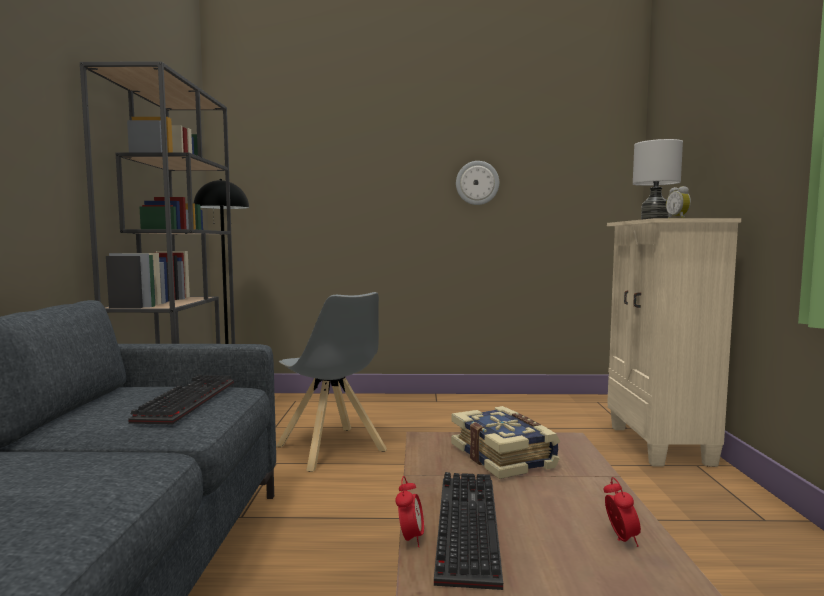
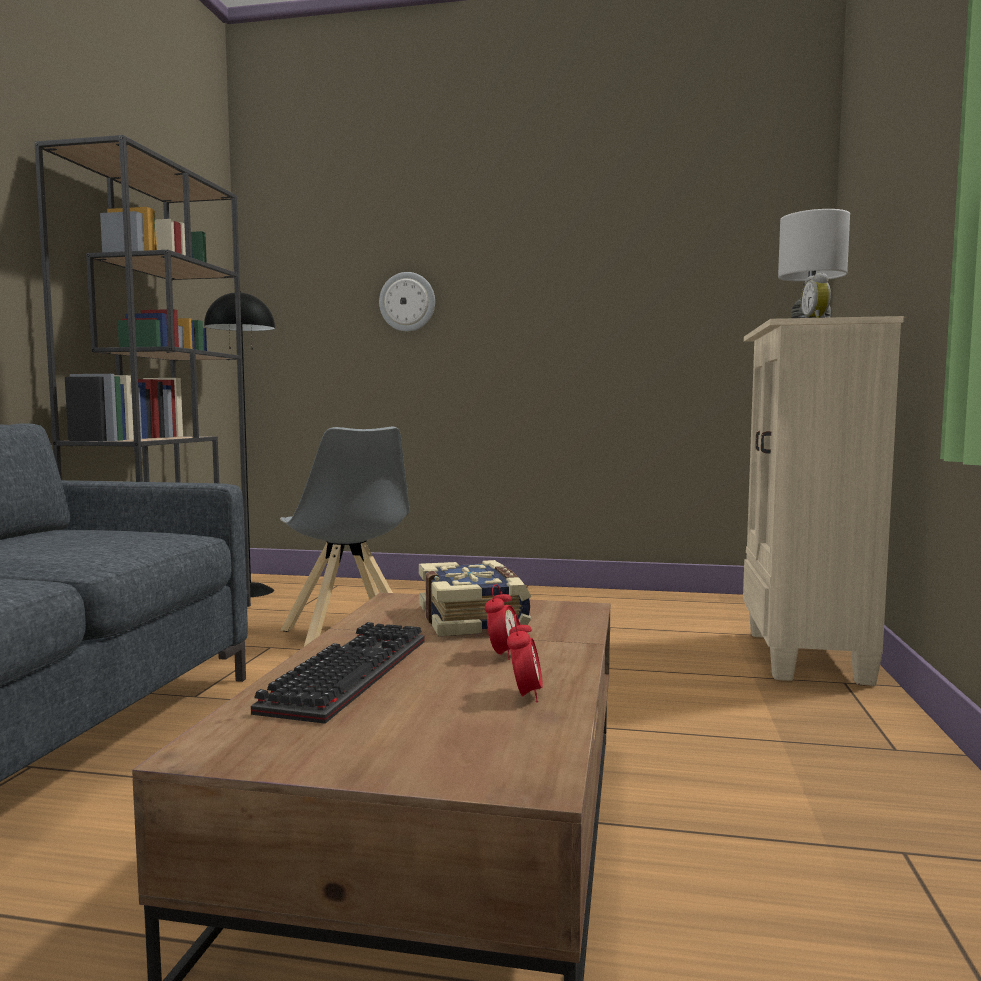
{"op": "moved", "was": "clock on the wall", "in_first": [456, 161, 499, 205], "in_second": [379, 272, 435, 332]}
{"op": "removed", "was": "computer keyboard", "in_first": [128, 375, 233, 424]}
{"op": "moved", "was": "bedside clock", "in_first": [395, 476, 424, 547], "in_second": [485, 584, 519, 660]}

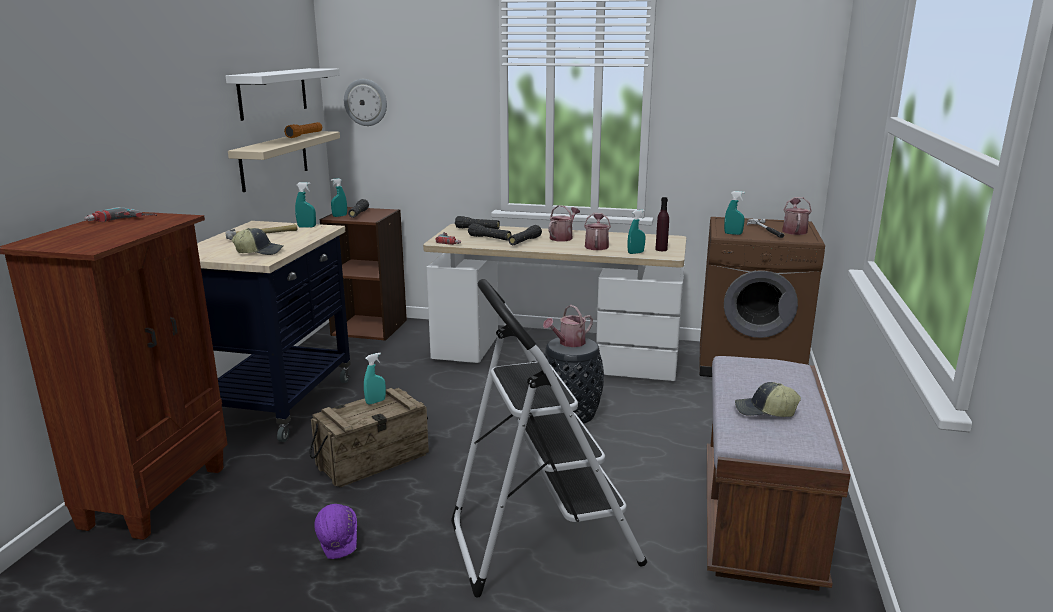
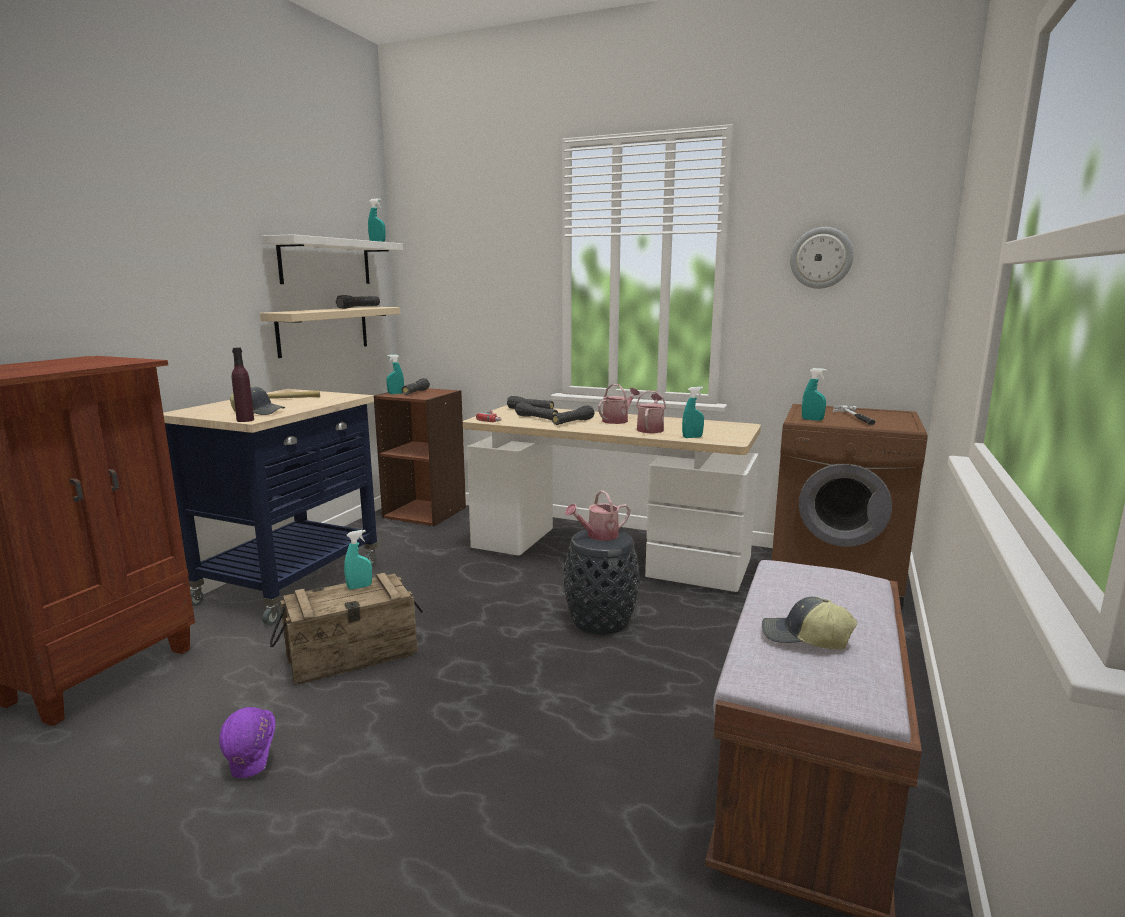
{"op": "moved", "was": "clock on the wall", "in_first": [344, 79, 387, 126], "in_second": [790, 227, 854, 289]}
{"op": "recoloured", "was": "torch (orange-coloured)", "now": "torch (black)", "in_first": [284, 122, 322, 138], "in_second": [336, 295, 380, 309]}
{"op": "moved", "was": "spray bottle (turquoise-coloured)", "in_first": [295, 182, 316, 228], "in_second": [368, 198, 385, 242]}
{"op": "moved", "was": "bottle (purple-coloured)", "in_first": [655, 197, 669, 251], "in_second": [232, 348, 254, 422]}
{"op": "removed", "was": "watering pot", "in_first": [782, 197, 812, 235]}
{"op": "removed", "was": "drill", "in_first": [84, 207, 157, 222]}
{"op": "removed", "was": "step ladder", "in_first": [451, 279, 647, 598]}

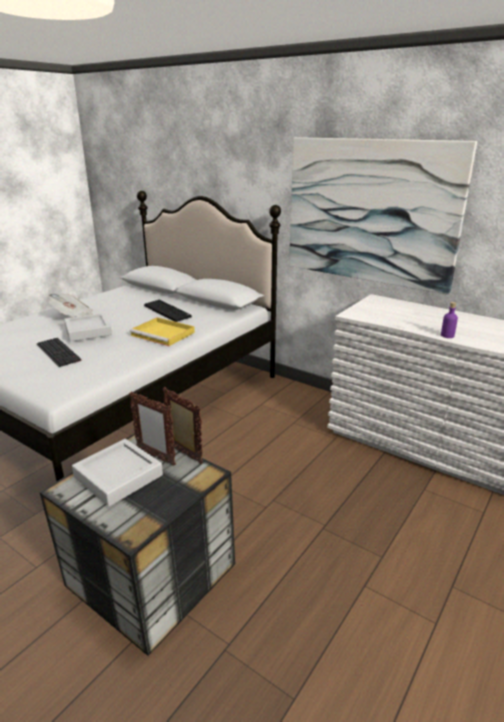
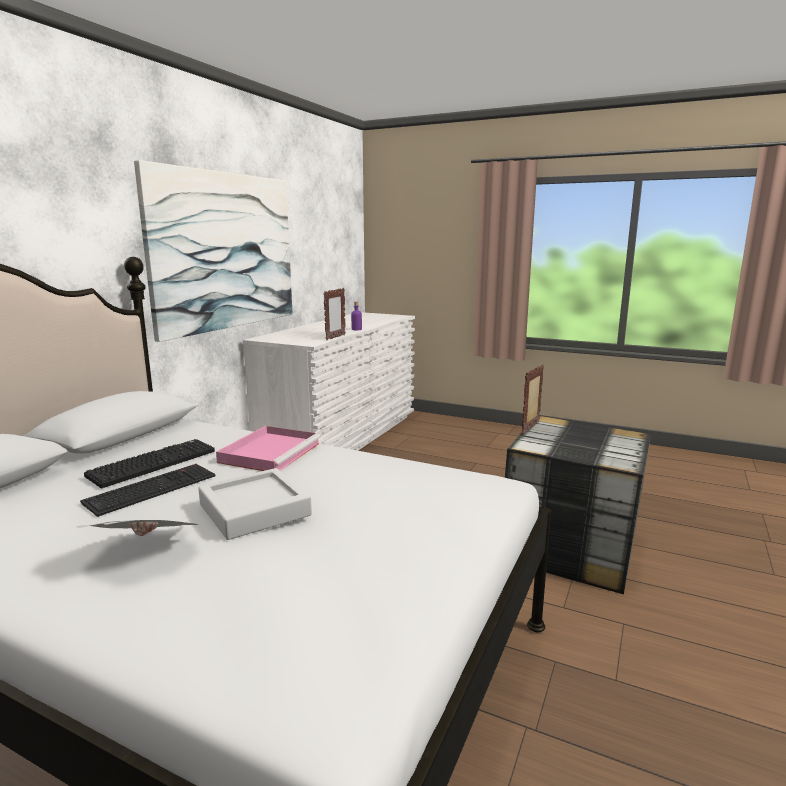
{"op": "recoloured", "was": "serving tray (yellow)", "now": "serving tray (pink-coloured)", "in_first": [130, 317, 195, 346], "in_second": [216, 426, 321, 471]}
{"op": "moved", "was": "computer keyboard", "in_first": [37, 338, 81, 367], "in_second": [80, 464, 216, 517]}
{"op": "moved", "was": "standing frame", "in_first": [129, 391, 176, 466], "in_second": [324, 288, 346, 340]}
{"op": "removed", "was": "serving tray (greyish)", "in_first": [72, 439, 163, 506]}

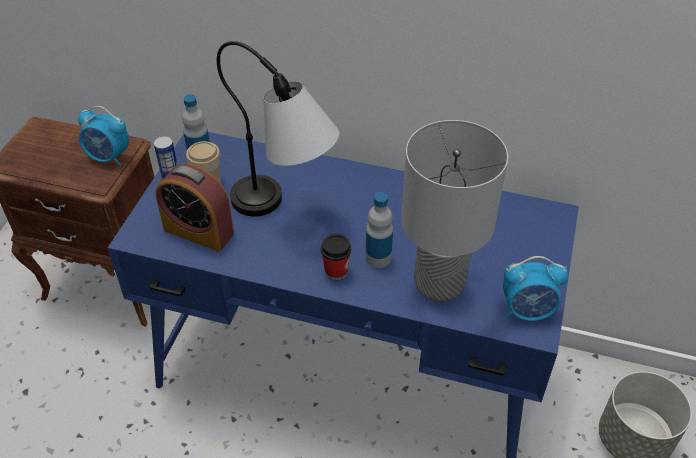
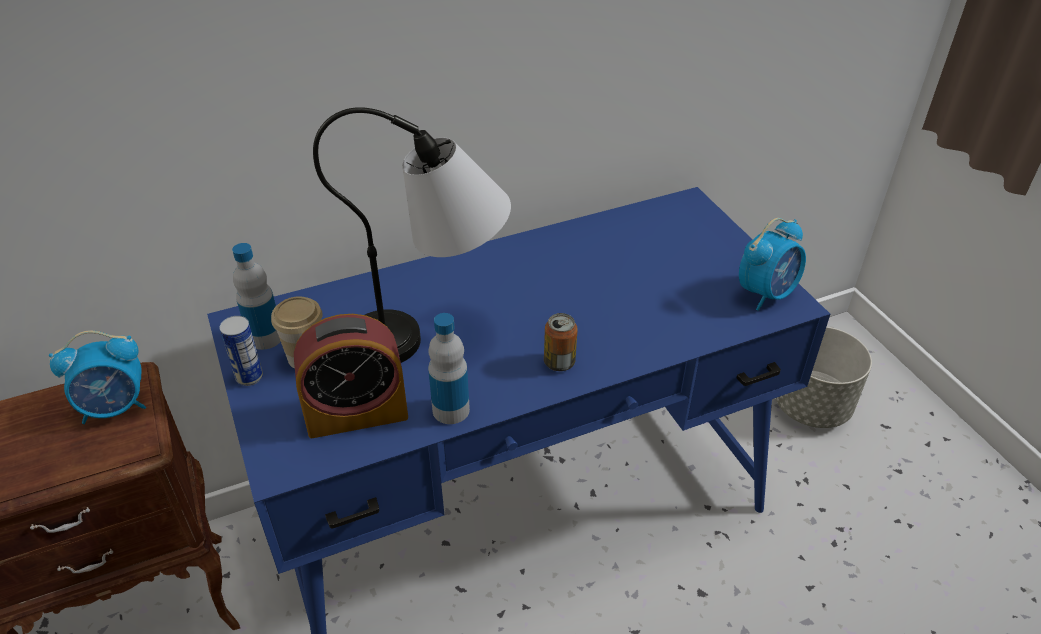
{"op": "removed", "was": "tabletop lamp (greyish)", "in_first": [401, 120, 508, 302]}
{"op": "moved", "was": "bottle", "in_first": [365, 192, 393, 268], "in_second": [428, 313, 470, 424]}
{"op": "replaced", "was": "cup", "now": "can", "in_first": [321, 234, 351, 280], "in_second": [544, 313, 578, 371]}

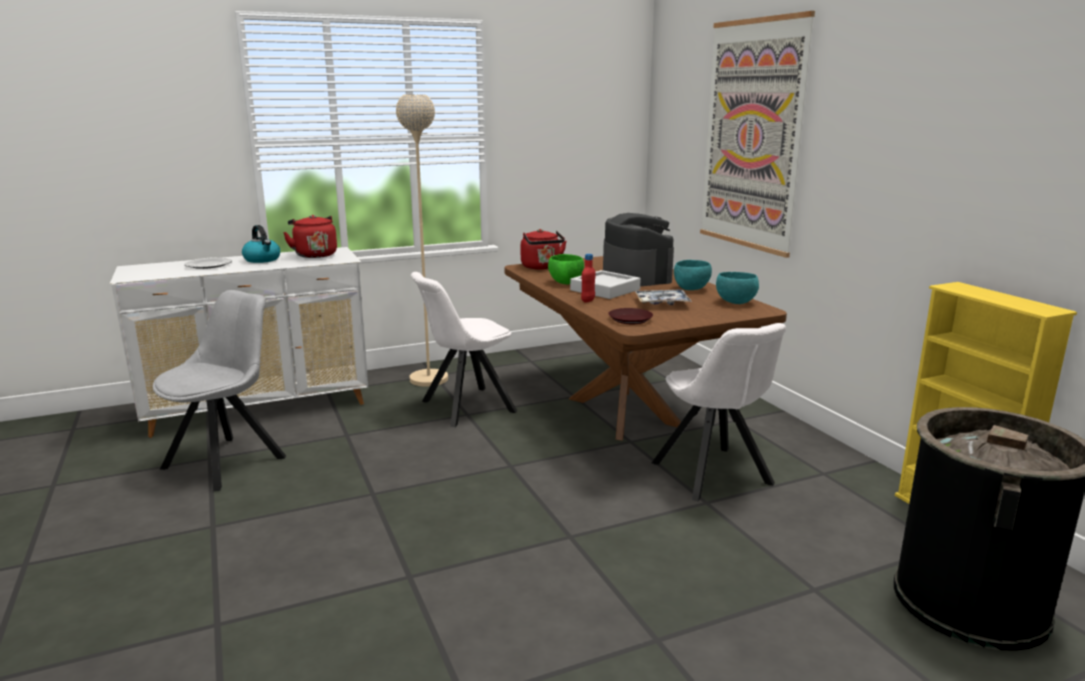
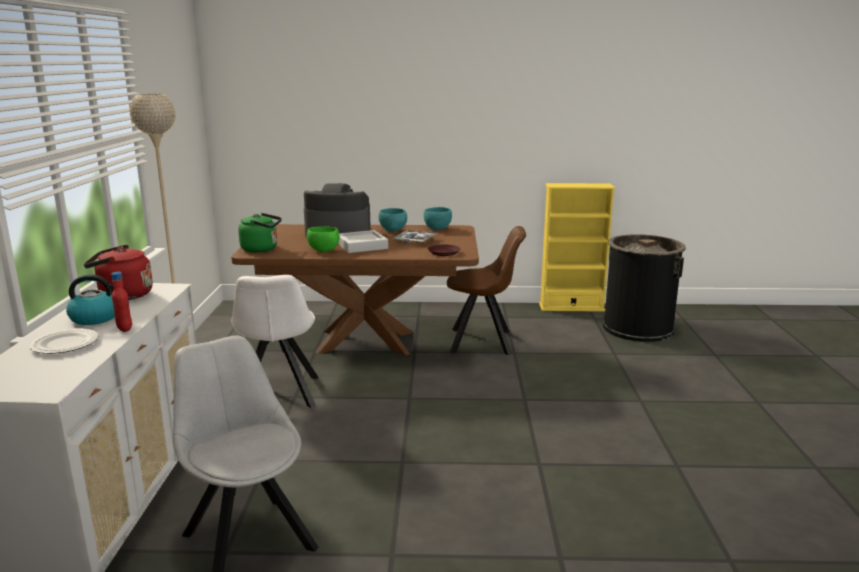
{"op": "removed", "was": "picture", "in_first": [700, 11, 815, 258]}
{"op": "recoloured", "was": "tea kettle (red)", "now": "tea kettle (greenish)", "in_first": [521, 229, 567, 270], "in_second": [238, 213, 282, 253]}
{"op": "moved", "was": "bottle (red)", "in_first": [581, 254, 595, 302], "in_second": [111, 272, 132, 332]}
{"op": "recoloured", "was": "upright chair (white)", "now": "upright chair (brown)", "in_first": [652, 323, 786, 501], "in_second": [446, 226, 526, 355]}

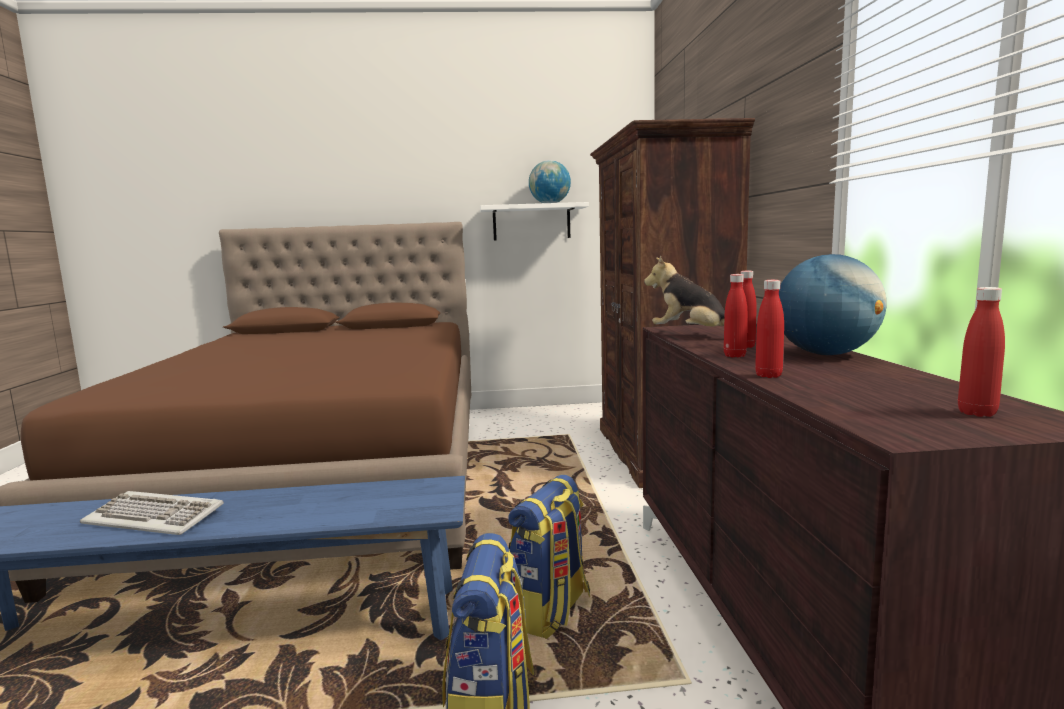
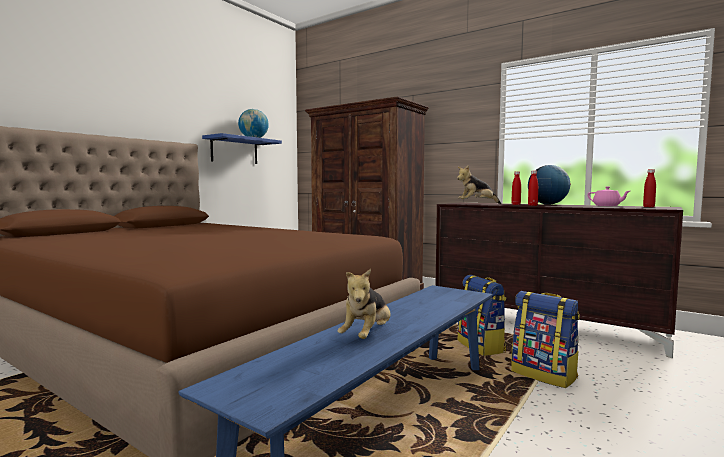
{"op": "recoloured", "was": "shelf (white)", "now": "shelf (blue-coloured)", "in_first": [480, 202, 589, 240], "in_second": [202, 133, 282, 164]}
{"op": "removed", "was": "bottle (red)", "in_first": [755, 280, 784, 378]}
{"op": "replaced", "was": "computer keyboard", "now": "soft toy", "in_first": [80, 491, 224, 535], "in_second": [337, 269, 391, 339]}
{"op": "added", "now": "teapot (pink-coloured)", "in_second": [587, 186, 630, 206]}

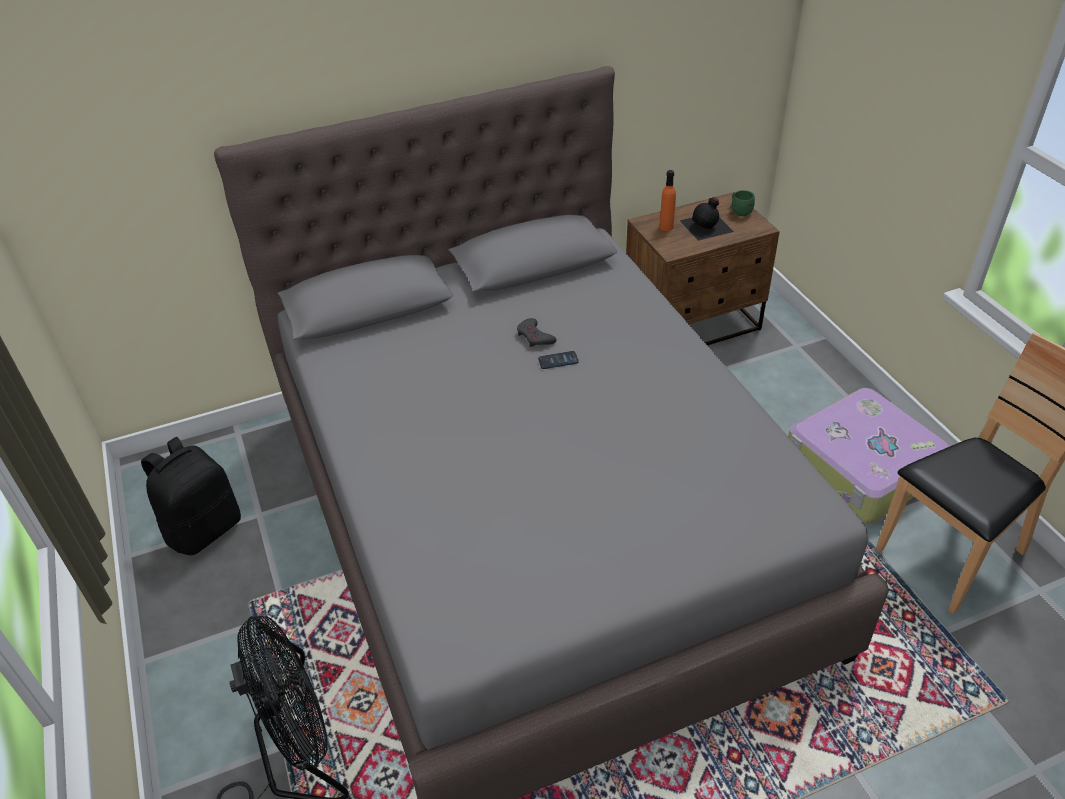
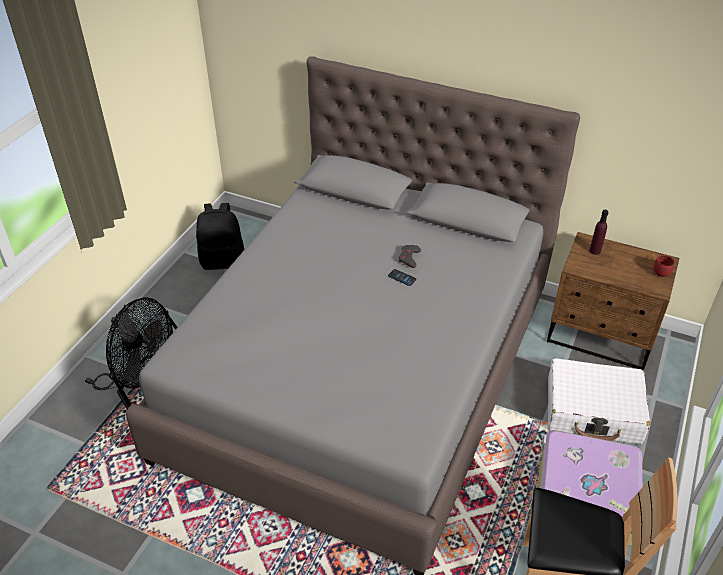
{"op": "recoloured", "was": "bottle (orange-coloured)", "now": "bottle (purple-coloured)", "in_first": [659, 170, 676, 231], "in_second": [589, 210, 608, 255]}
{"op": "recoloured", "was": "tea mug (greenish)", "now": "tea mug (red)", "in_first": [732, 190, 755, 216], "in_second": [653, 255, 675, 277]}
{"op": "removed", "was": "bottle (black)", "in_first": [679, 197, 734, 241]}
{"op": "added", "now": "travel case (white)", "in_second": [548, 358, 650, 444]}

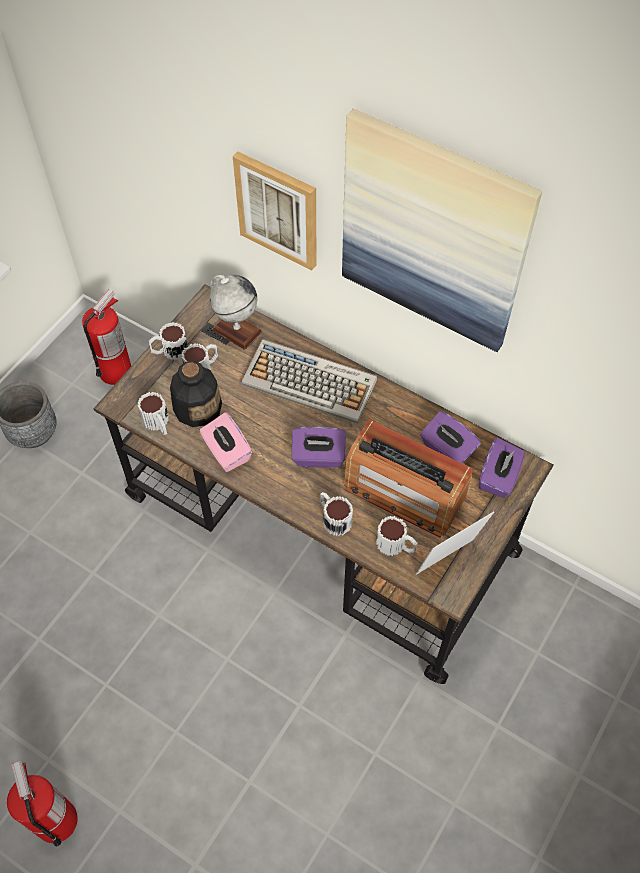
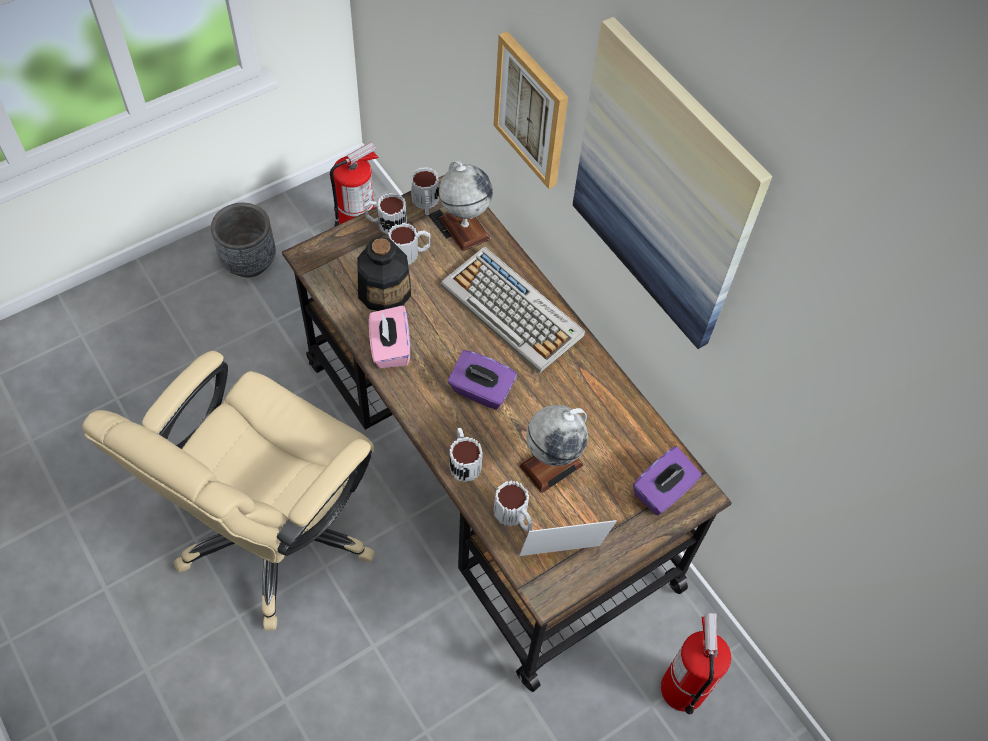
{"op": "moved", "was": "tea mug", "in_first": [137, 392, 169, 435], "in_second": [411, 167, 439, 215]}
{"op": "removed", "was": "tissue box (purple-coloured)", "in_first": [420, 411, 481, 463]}
{"op": "replaced", "was": "radio receiver", "now": "desk globe", "in_first": [344, 419, 473, 537], "in_second": [519, 405, 588, 493]}
{"op": "moved", "was": "fire extinguisher", "in_first": [7, 761, 78, 847], "in_second": [661, 613, 731, 714]}
{"op": "added", "now": "desk chair (beige-coloured)", "in_second": [82, 351, 375, 631]}

